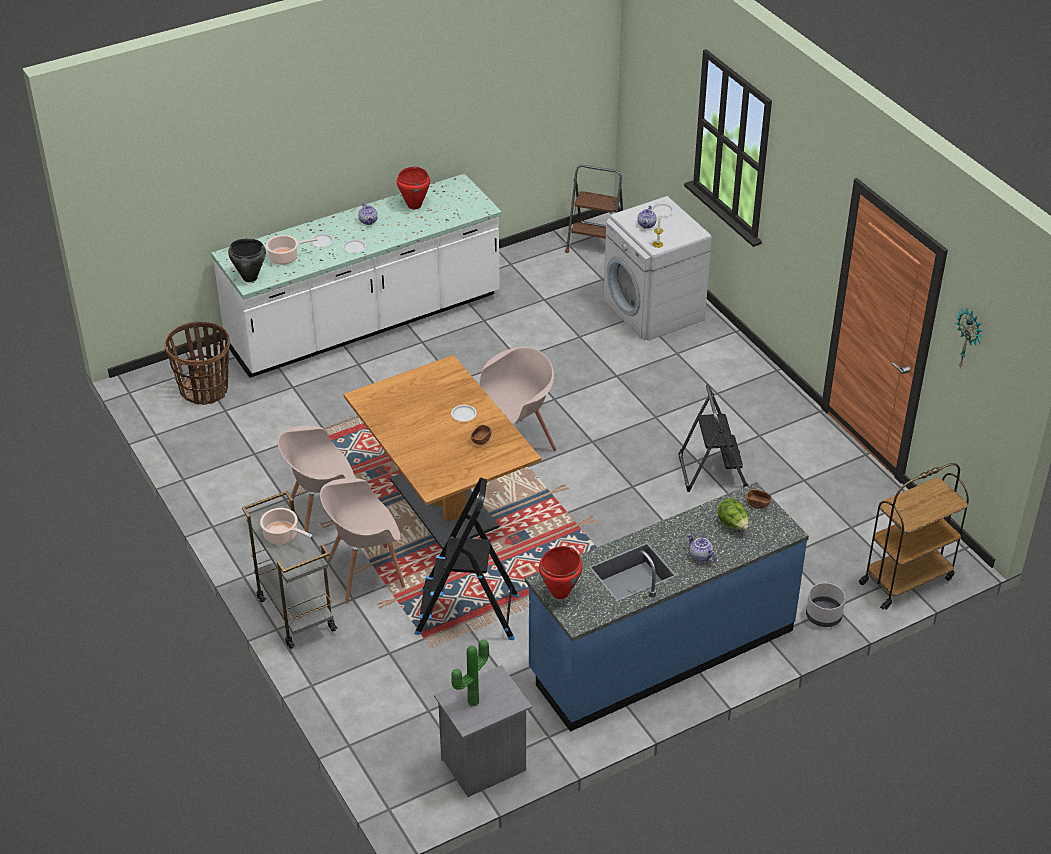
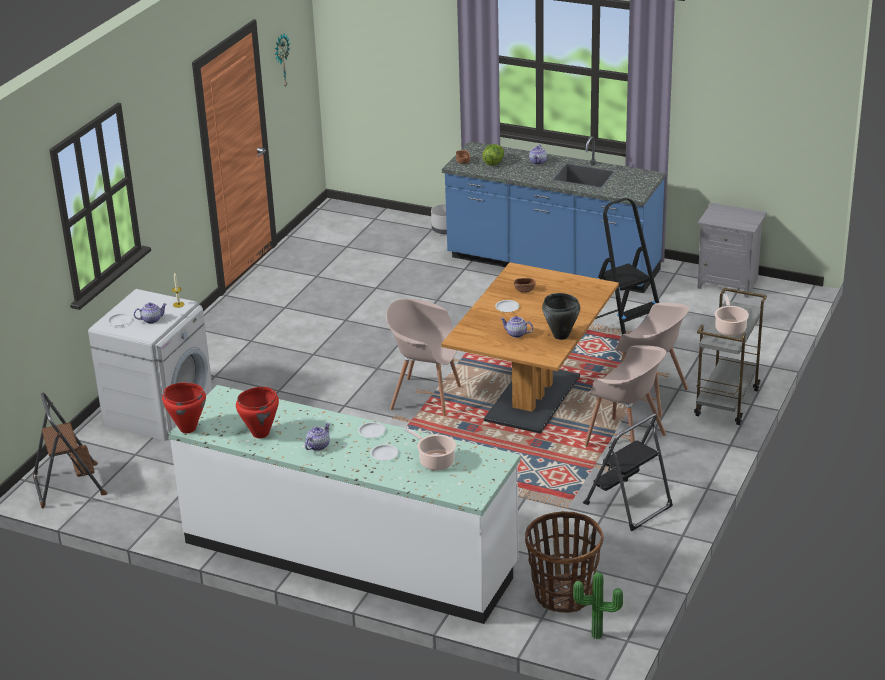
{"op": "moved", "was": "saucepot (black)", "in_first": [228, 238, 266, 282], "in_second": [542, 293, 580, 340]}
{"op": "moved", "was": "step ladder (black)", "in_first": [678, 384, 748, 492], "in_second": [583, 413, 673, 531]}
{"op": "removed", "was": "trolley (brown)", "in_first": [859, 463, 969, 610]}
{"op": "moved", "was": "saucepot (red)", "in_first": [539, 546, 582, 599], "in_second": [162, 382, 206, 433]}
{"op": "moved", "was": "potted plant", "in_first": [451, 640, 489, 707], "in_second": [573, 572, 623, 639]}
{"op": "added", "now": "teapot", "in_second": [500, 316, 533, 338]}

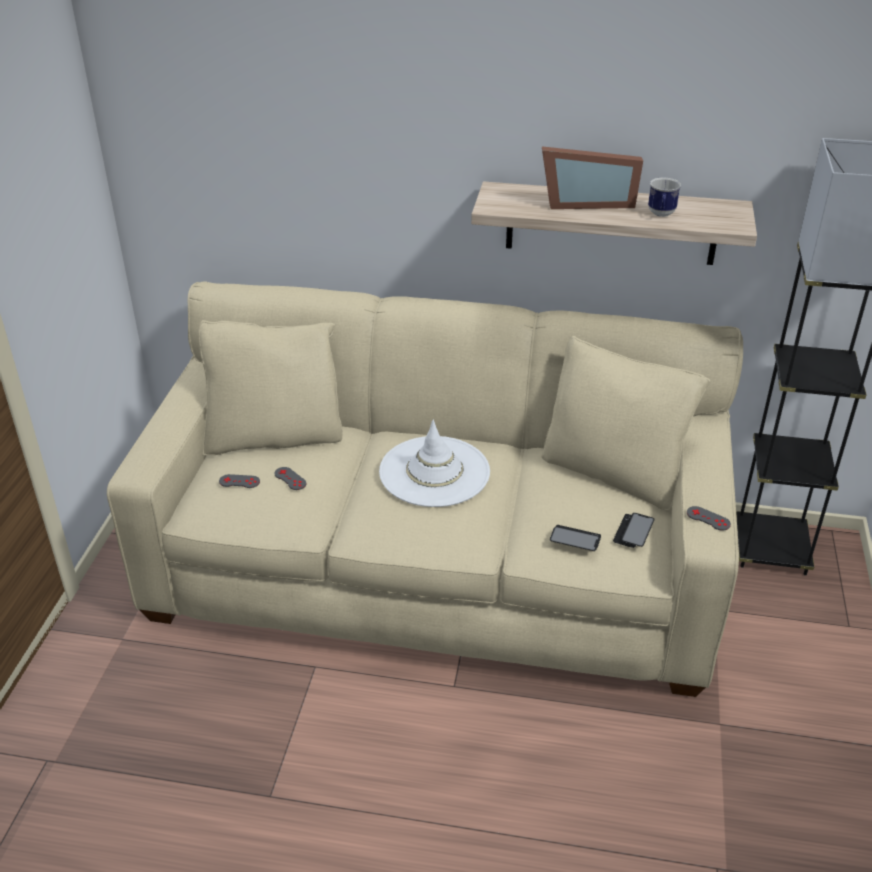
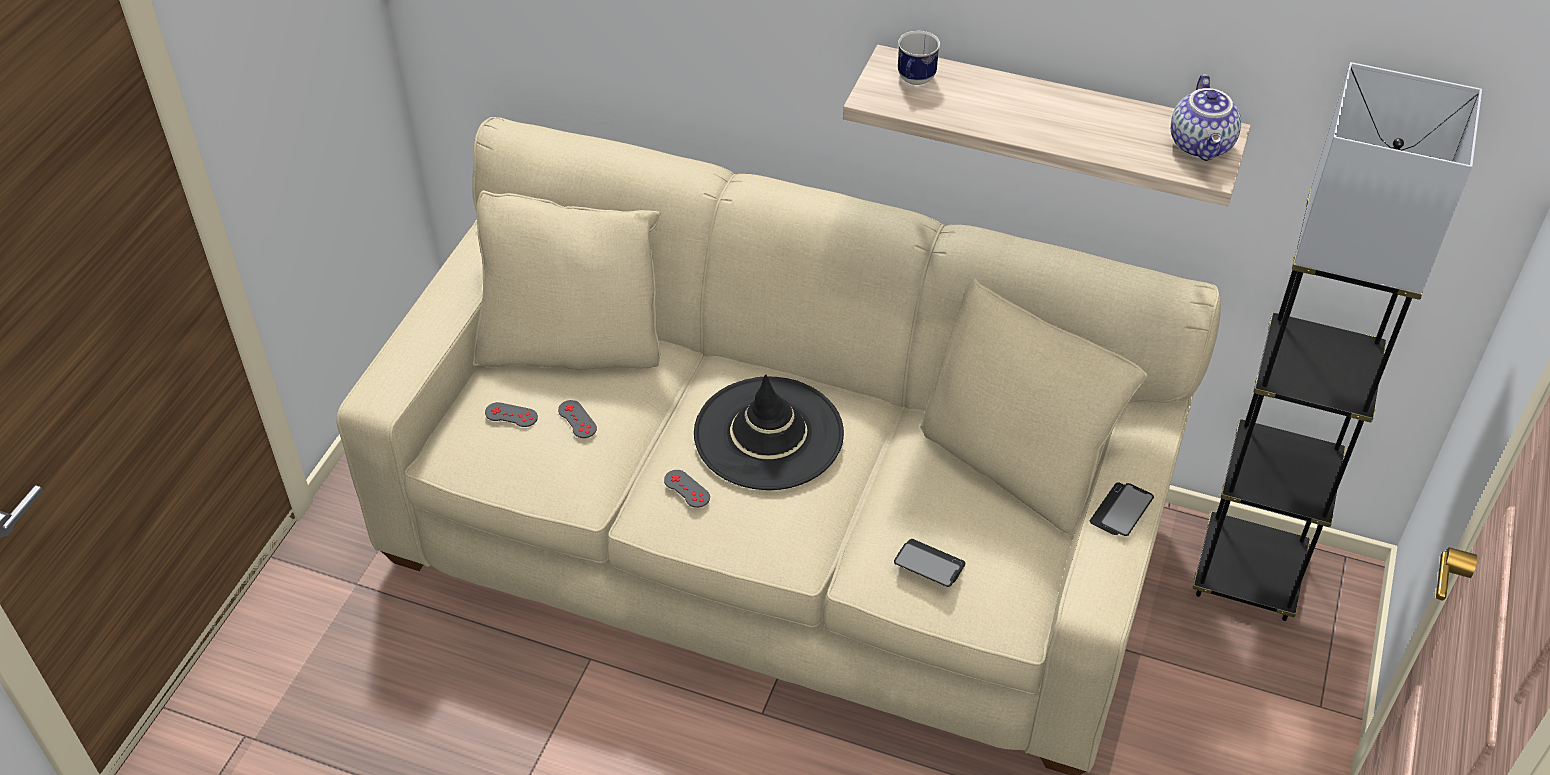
{"op": "removed", "was": "standing frame", "in_first": [542, 146, 643, 209]}
{"op": "moved", "was": "tea mug", "in_first": [648, 177, 681, 217], "in_second": [898, 31, 940, 85]}
{"op": "recoloured", "was": "hat (white)", "now": "hat (black)", "in_first": [379, 420, 490, 507], "in_second": [694, 374, 844, 490]}
{"op": "moved", "was": "joypad (greyish)", "in_first": [687, 506, 731, 530], "in_second": [664, 470, 710, 508]}
{"op": "moved", "was": "telephone", "in_first": [613, 513, 655, 548], "in_second": [1090, 482, 1154, 536]}
{"op": "added", "now": "teapot", "in_second": [1171, 74, 1241, 161]}

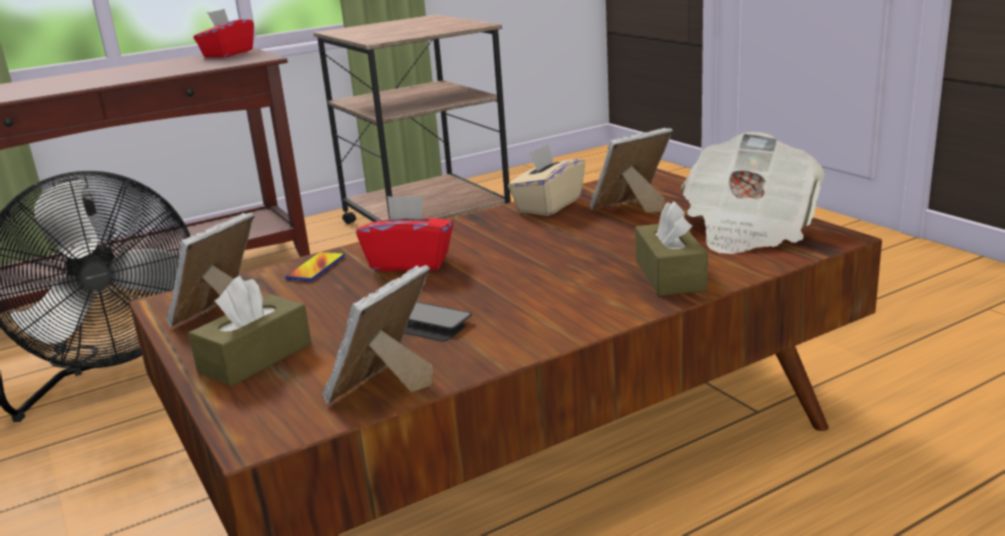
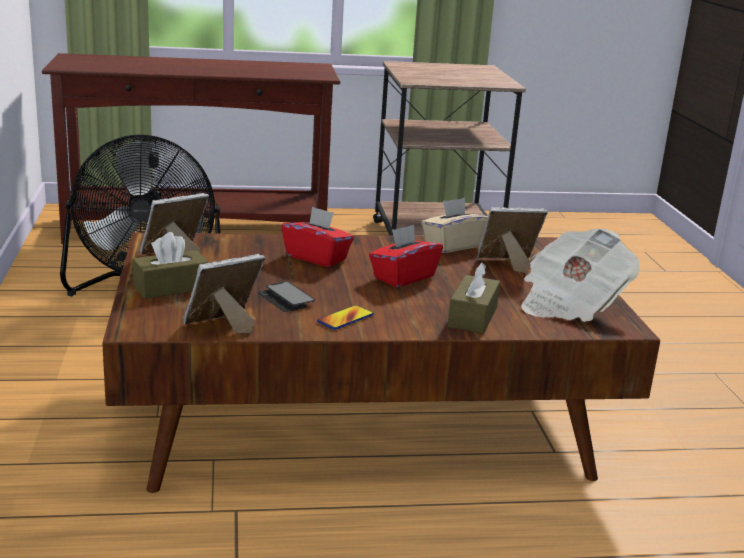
{"op": "moved", "was": "tissue box (red)", "in_first": [194, 9, 254, 57], "in_second": [369, 225, 443, 287]}
{"op": "moved", "was": "telephone", "in_first": [285, 252, 345, 281], "in_second": [317, 305, 374, 330]}

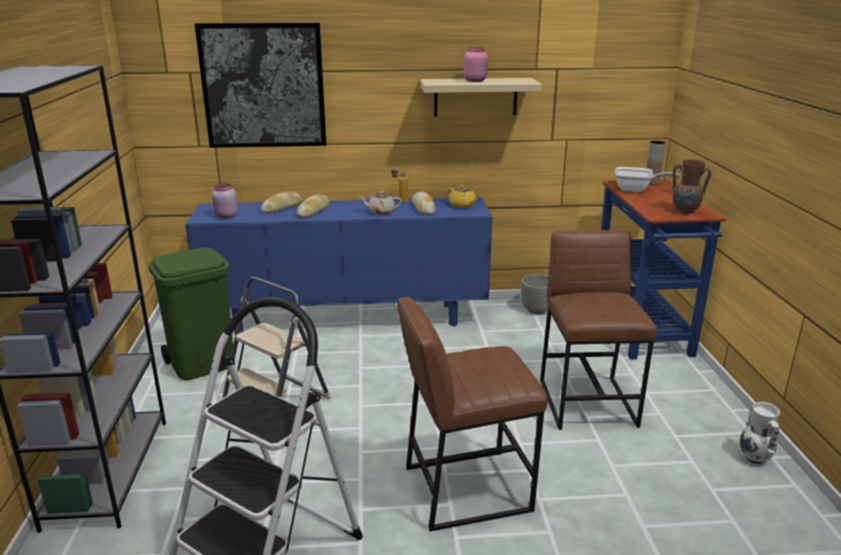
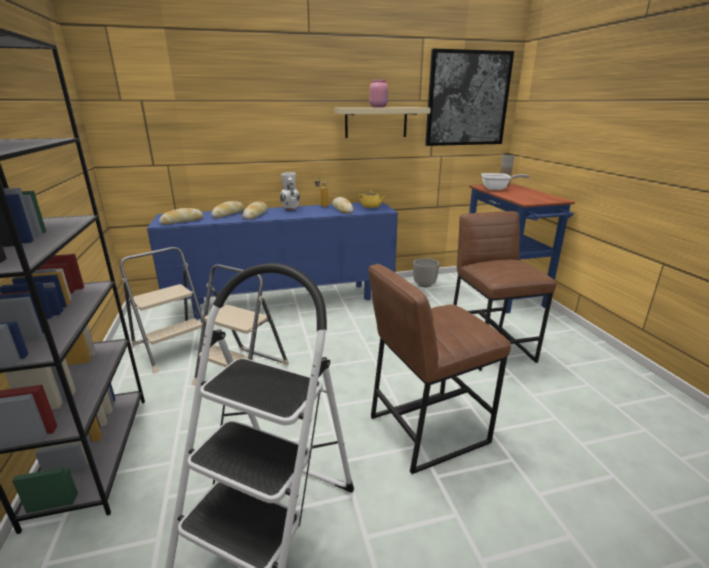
{"op": "moved", "was": "picture", "in_first": [195, 23, 327, 148], "in_second": [425, 48, 514, 146]}
{"op": "removed", "was": "decorative vase (brown)", "in_first": [671, 159, 712, 214]}
{"op": "replaced", "was": "jar (pink-coloured)", "now": "bread", "in_first": [212, 184, 238, 219], "in_second": [159, 208, 203, 225]}
{"op": "removed", "was": "teapot (beige-coloured)", "in_first": [358, 191, 402, 215]}
{"op": "replaced", "was": "waste bin (greenish)", "now": "step ladder (beige-coloured)", "in_first": [148, 247, 235, 380], "in_second": [120, 247, 203, 373]}
{"op": "moved", "was": "decorative vase (white)", "in_first": [740, 402, 780, 464], "in_second": [280, 172, 300, 210]}

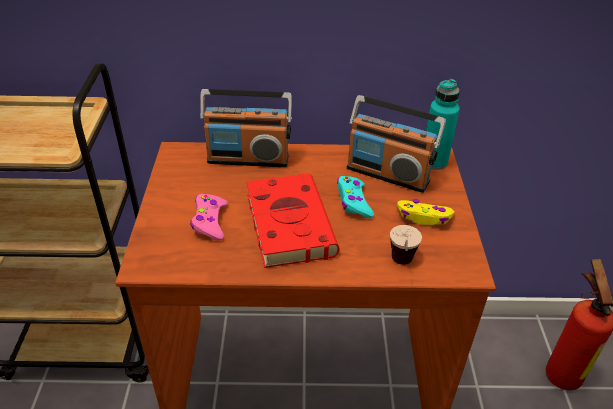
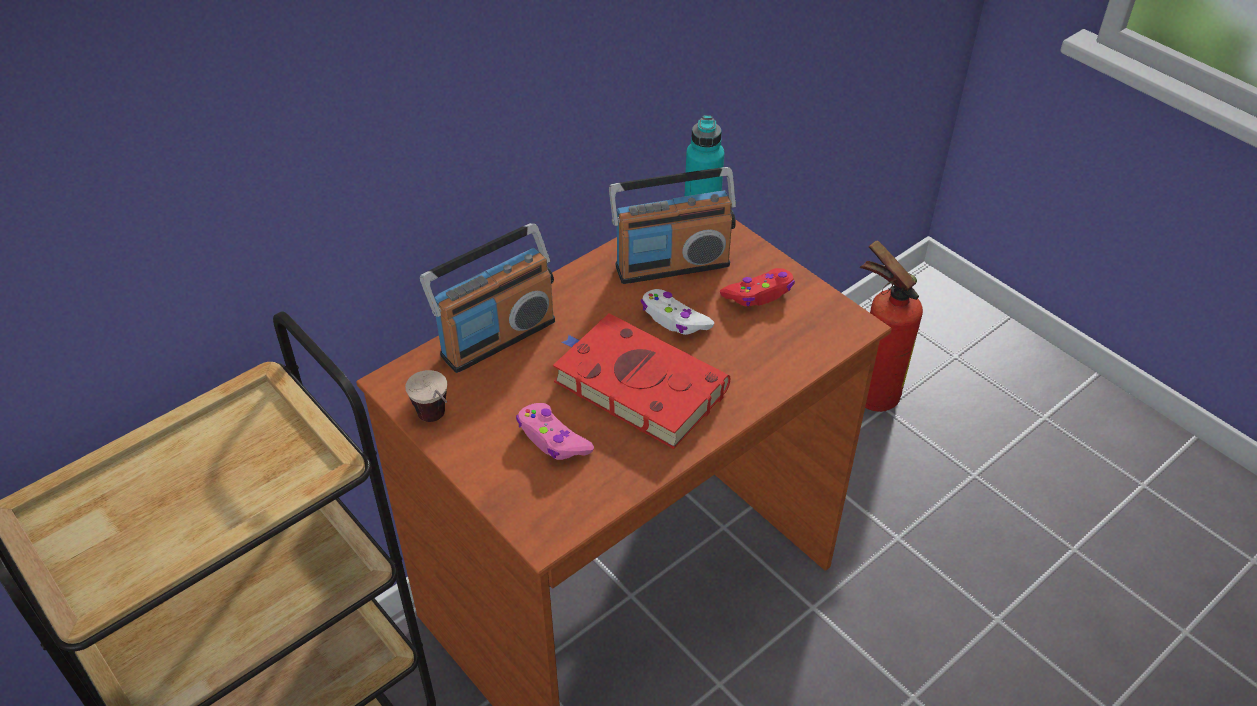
{"op": "recoloured", "was": "joypad (turquoise-coloured)", "now": "joypad (white)", "in_first": [337, 176, 374, 218], "in_second": [641, 289, 714, 335]}
{"op": "recoloured", "was": "joypad (yellow)", "now": "joypad (red)", "in_first": [397, 199, 454, 226], "in_second": [720, 268, 795, 306]}
{"op": "moved", "was": "cup", "in_first": [390, 225, 422, 265], "in_second": [405, 370, 447, 422]}

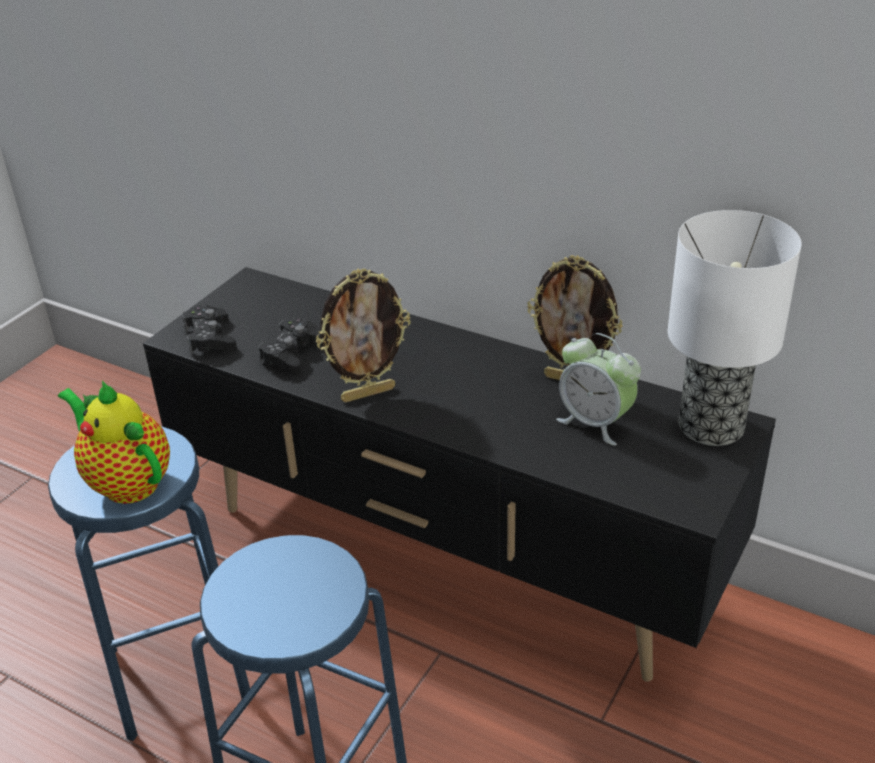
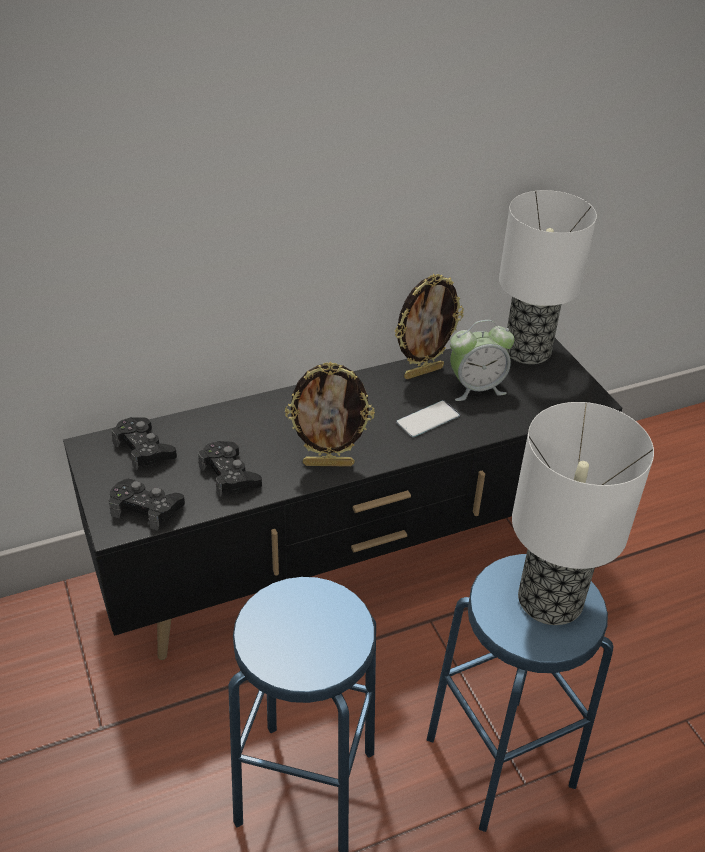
{"op": "turned", "was": "standing frame", "in_first": [316, 269, 411, 402], "in_second": [285, 362, 375, 467], "clockwise": 75}
{"op": "removed", "was": "teapot", "in_first": [58, 381, 170, 504]}
{"op": "added", "now": "telephone", "in_second": [396, 400, 460, 437]}
{"op": "added", "now": "tabletop lamp", "in_second": [512, 402, 654, 625]}
{"op": "added", "now": "joypad (black)", "in_second": [112, 417, 177, 471]}

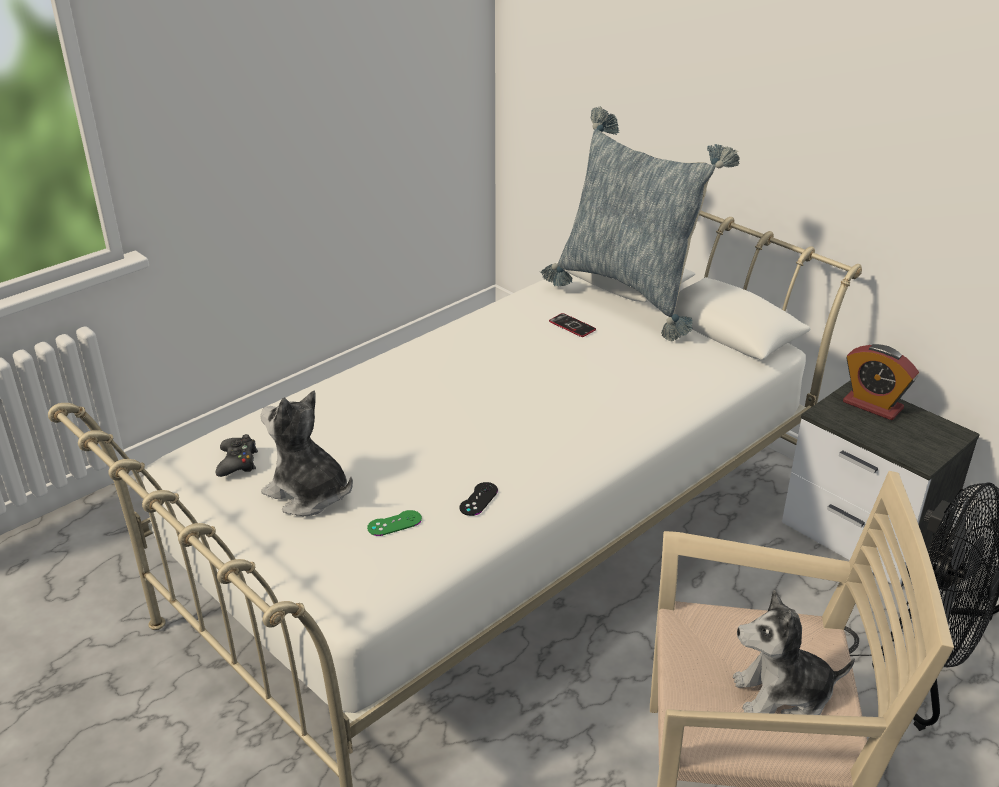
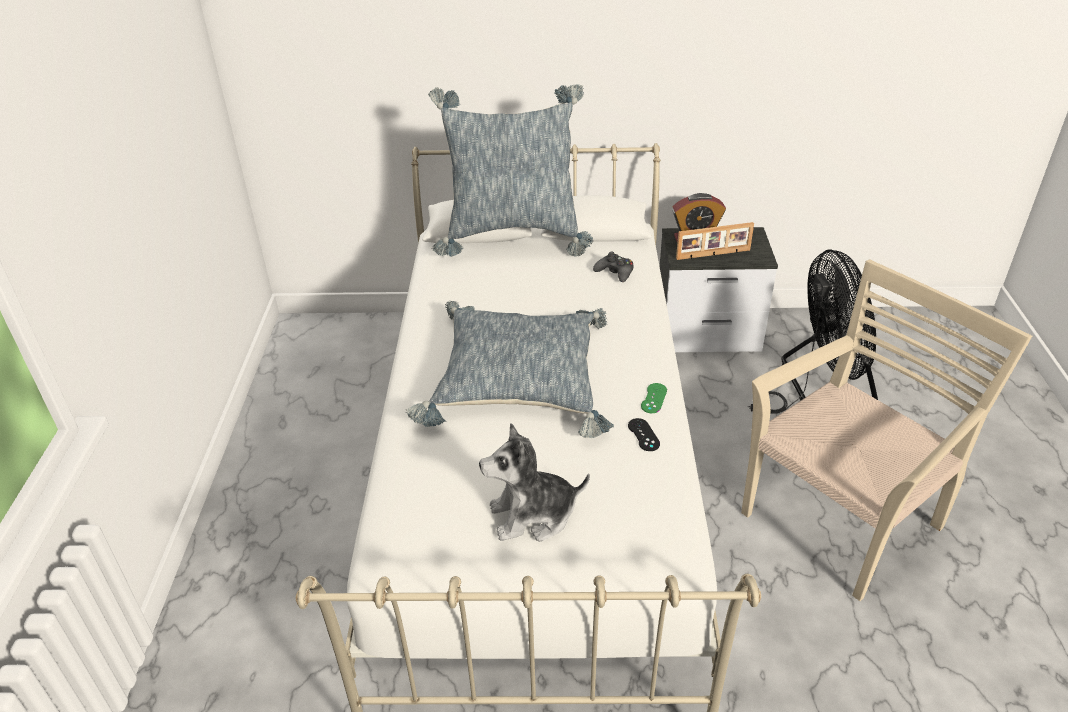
{"op": "removed", "was": "telephone", "in_first": [549, 313, 596, 337]}
{"op": "moved", "was": "joypad (black)", "in_first": [216, 434, 258, 477], "in_second": [593, 251, 633, 282]}
{"op": "moved", "was": "joypad (greenish)", "in_first": [367, 510, 422, 536], "in_second": [641, 383, 667, 413]}
{"op": "removed", "was": "soft toy", "in_first": [733, 590, 855, 715]}
{"op": "added", "now": "standing frame", "in_second": [676, 222, 754, 260]}
{"op": "added", "now": "throw pillow", "in_second": [406, 300, 614, 438]}

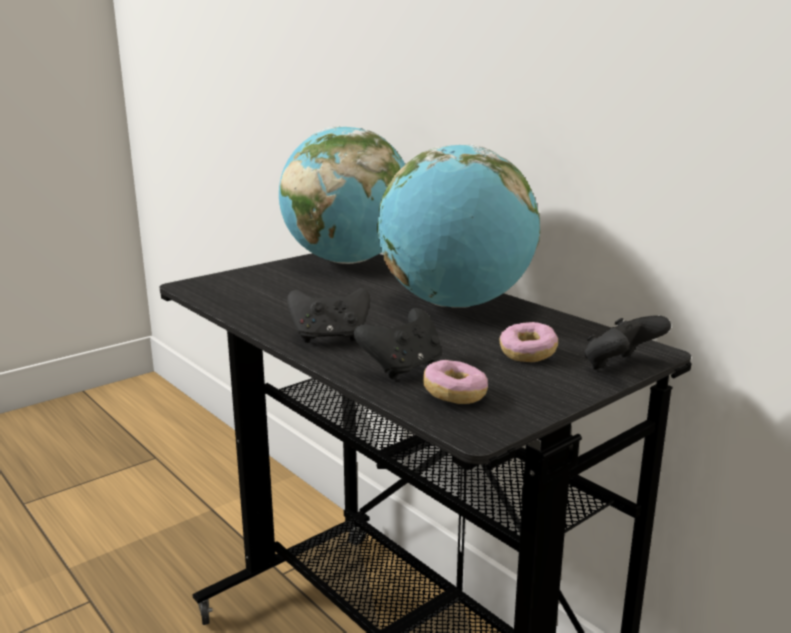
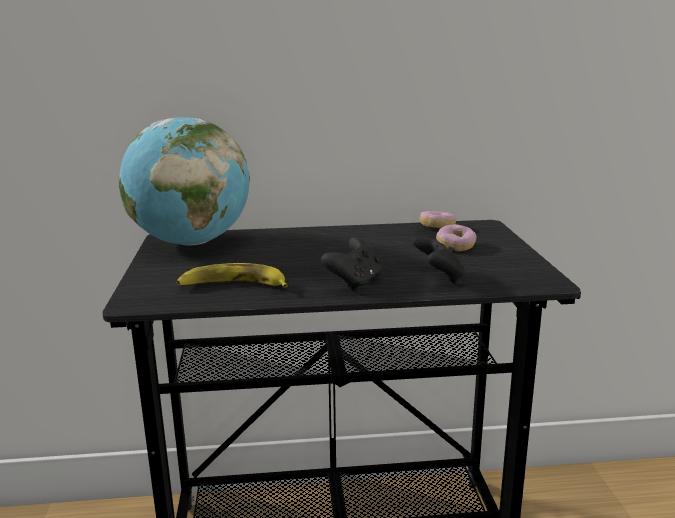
{"op": "removed", "was": "desk globe", "in_first": [377, 144, 540, 308]}
{"op": "removed", "was": "joypad (black)", "in_first": [584, 315, 671, 370]}
{"op": "moved", "was": "donut", "in_first": [423, 360, 488, 404], "in_second": [420, 211, 456, 228]}
{"op": "added", "now": "whole banana", "in_second": [176, 263, 288, 287]}

